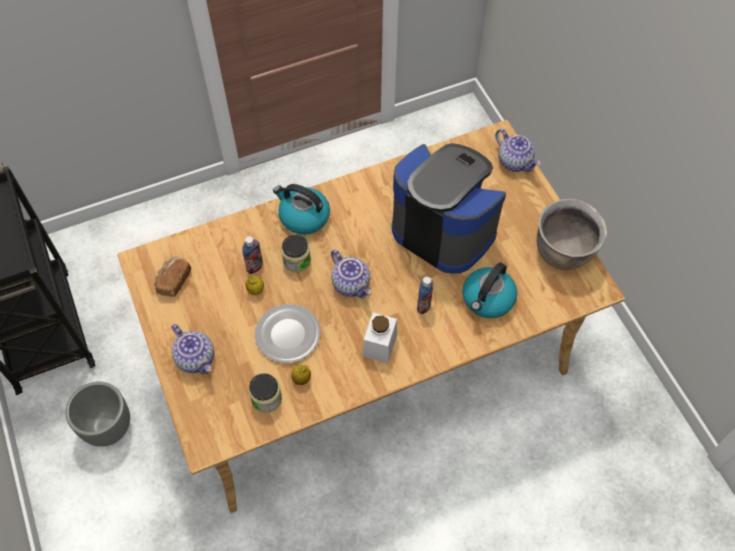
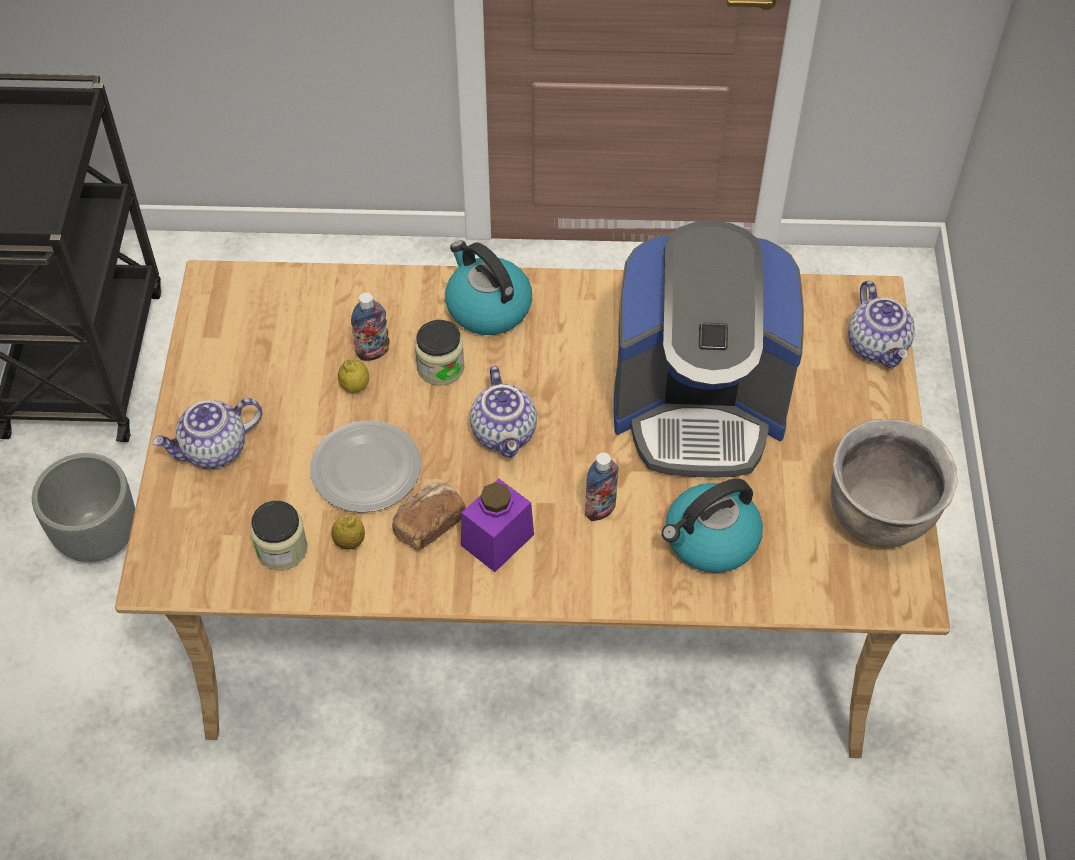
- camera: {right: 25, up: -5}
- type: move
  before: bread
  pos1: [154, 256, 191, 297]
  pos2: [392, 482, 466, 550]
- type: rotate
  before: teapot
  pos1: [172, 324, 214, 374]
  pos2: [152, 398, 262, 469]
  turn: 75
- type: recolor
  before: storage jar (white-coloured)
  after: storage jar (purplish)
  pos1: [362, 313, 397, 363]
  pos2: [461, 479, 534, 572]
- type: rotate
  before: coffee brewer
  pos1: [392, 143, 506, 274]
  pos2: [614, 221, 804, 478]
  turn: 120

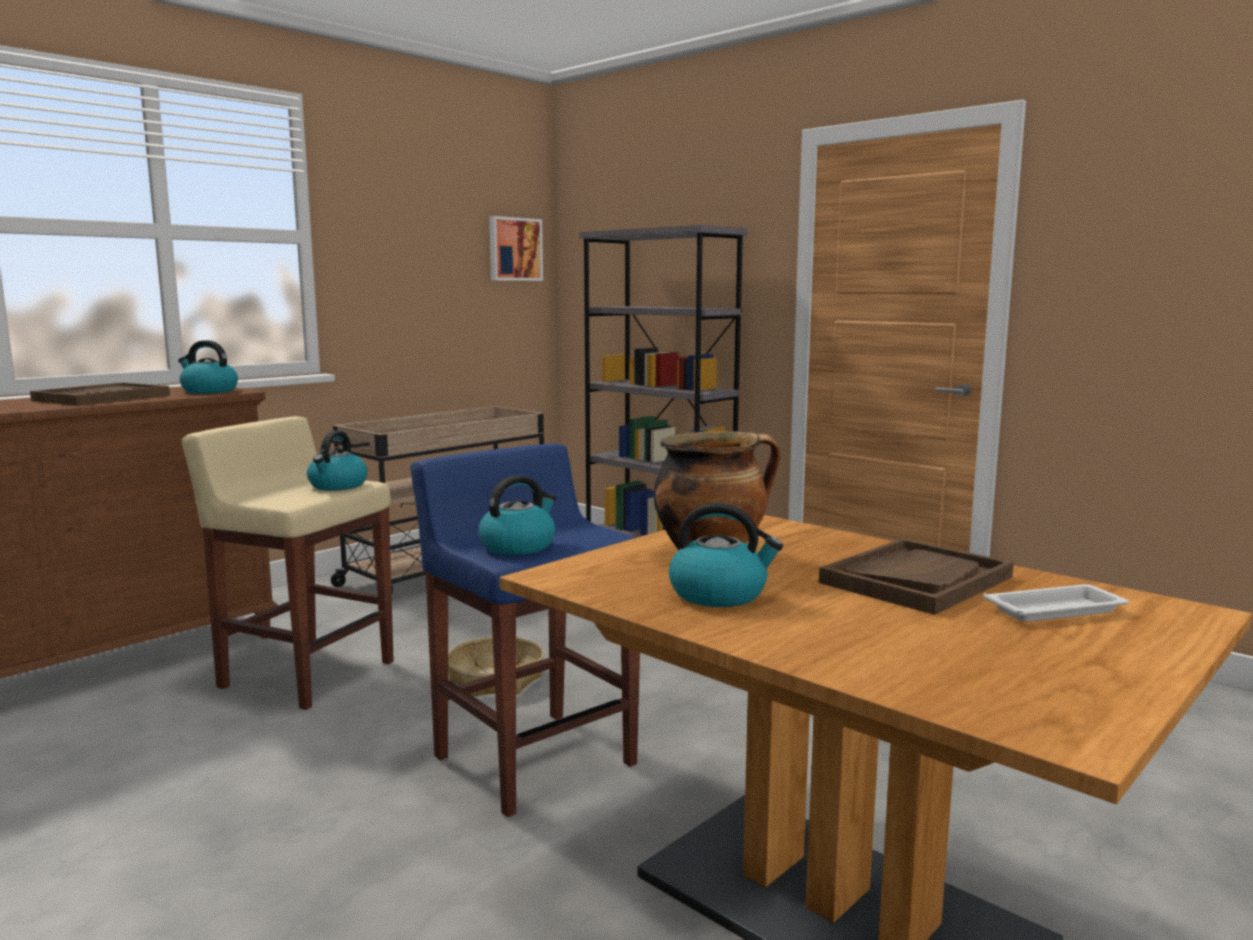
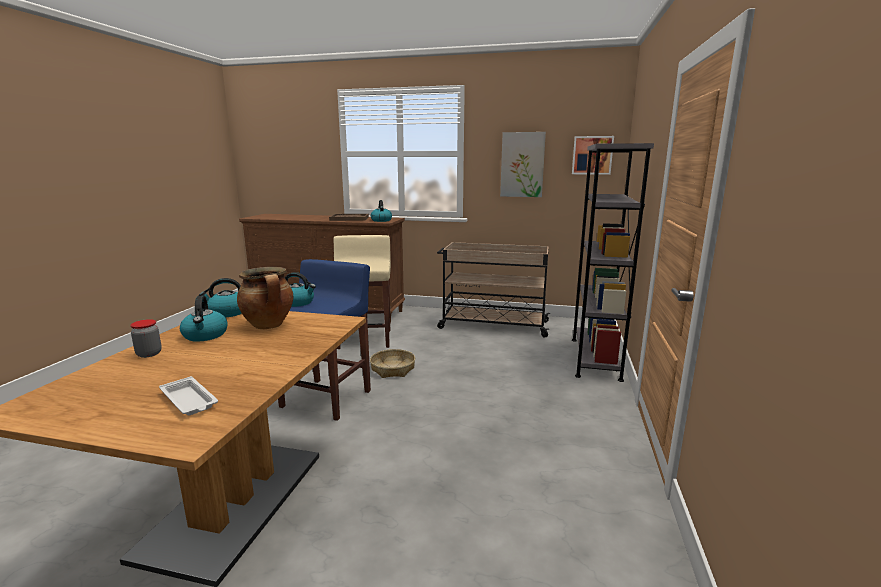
- camera: {right: 60, up: 5}
- type: move
  before: kettle
  pos1: [307, 431, 368, 491]
  pos2: [199, 278, 242, 317]
- type: delete
  before: serving tray (brownish)
  pos1: [819, 538, 1014, 615]
- type: insert
  after: storage jar
  pos2: [130, 319, 162, 358]
- type: insert
  after: wall picture
  pos2: [500, 132, 546, 197]

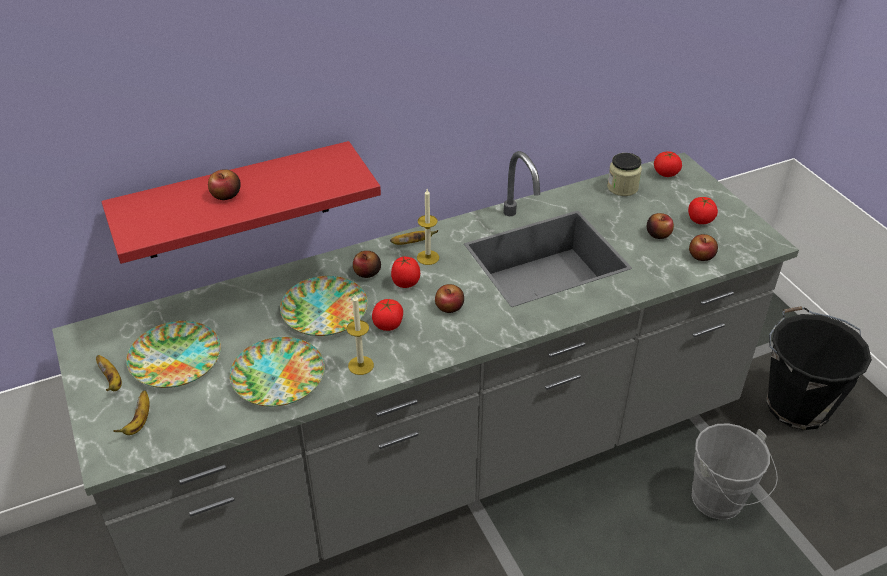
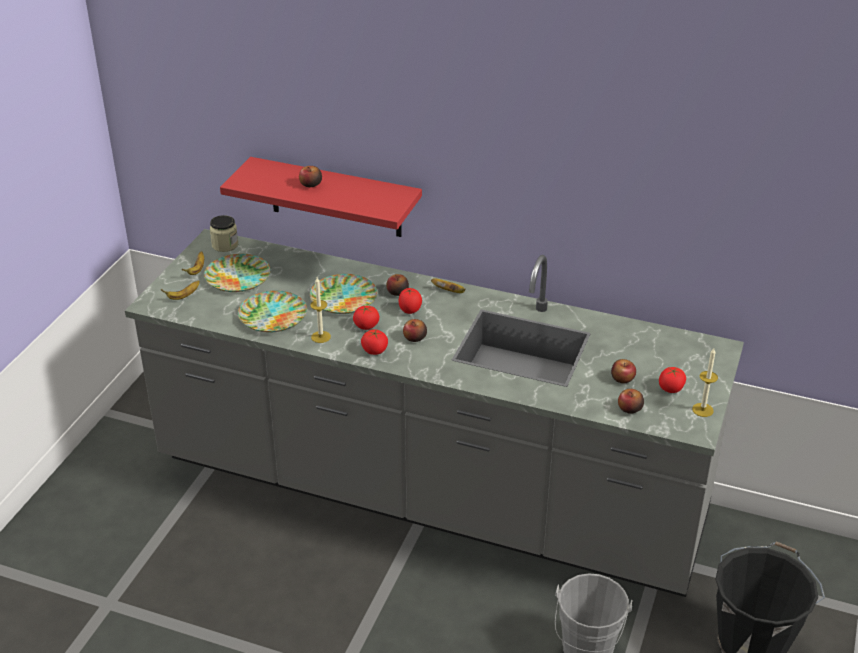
- camera: {right: 45, up: -5}
- type: move
  before: wax light
  pos1: [417, 189, 439, 265]
  pos2: [692, 348, 718, 417]
- type: move
  before: storage jar
  pos1: [607, 153, 642, 196]
  pos2: [210, 215, 238, 252]
- type: move
  before: tomato
  pos1: [654, 151, 682, 177]
  pos2: [361, 329, 388, 355]

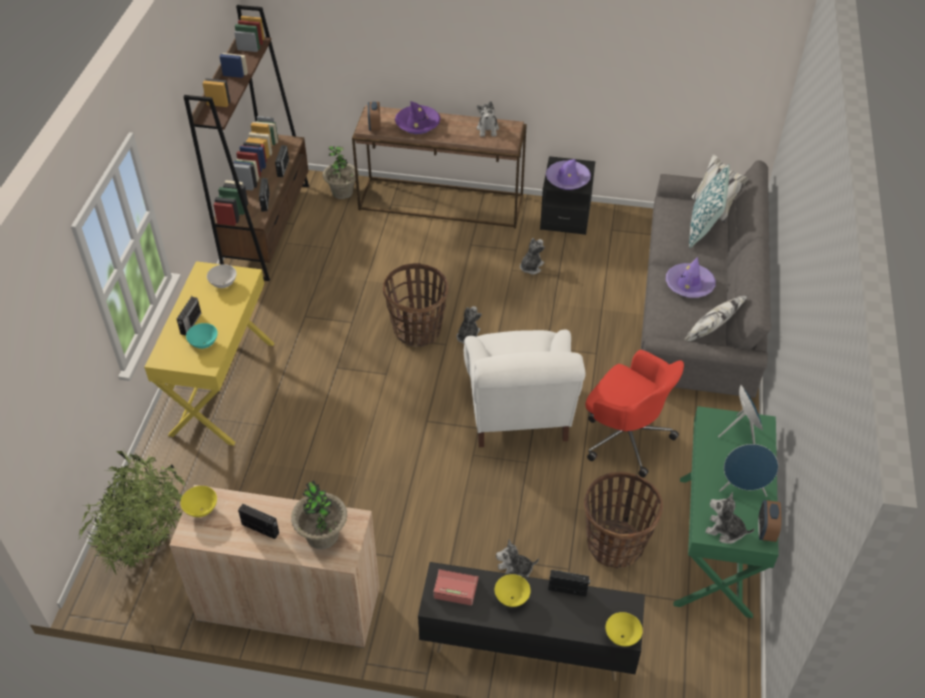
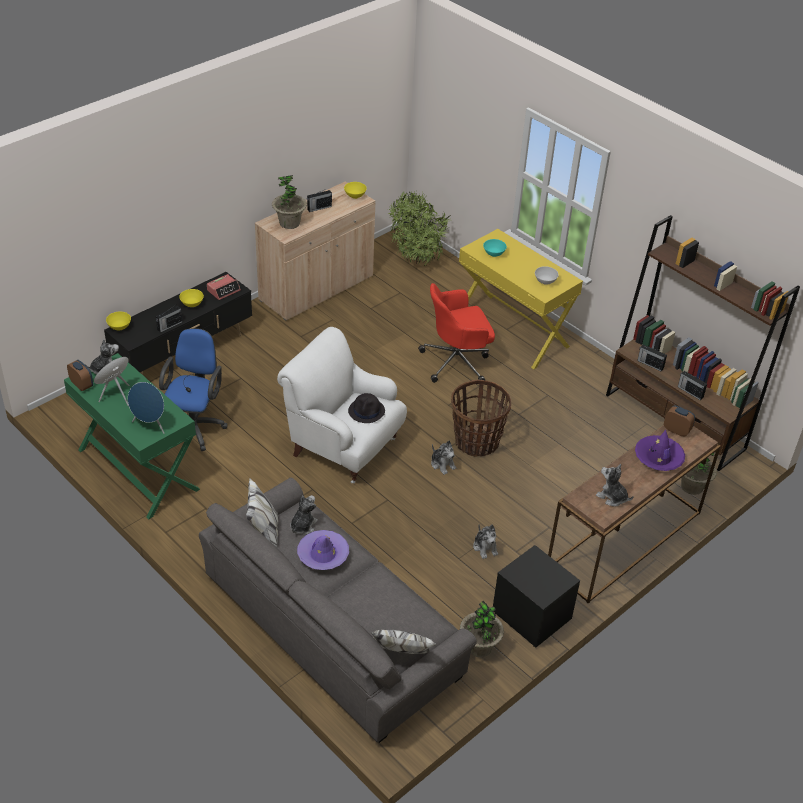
- camera: {right: 125, up: -5}
- type: delete
  before: radio receiver
  pos1: [177, 296, 201, 336]
- type: move
  before: plush toy
  pos1: [496, 539, 539, 577]
  pos2: [290, 495, 318, 535]
- type: delete
  before: wearable hat (purplish)
  pos1: [546, 159, 591, 190]
- type: replace
  before: household basket
  after: computer chair (blue)
  pos1: [584, 472, 663, 569]
  pos2: [159, 328, 227, 451]
- type: move
  before: computer chair (red-coloured)
  pos1: [586, 350, 684, 477]
  pos2: [418, 283, 495, 383]
- type: delete
  before: pillow
  pos1: [689, 164, 730, 248]
- type: insert
  after: wearable hat (black-coloured)
  pos2: [348, 393, 385, 423]
- type: insert
  after: potted plant
  pos2: [460, 601, 504, 657]

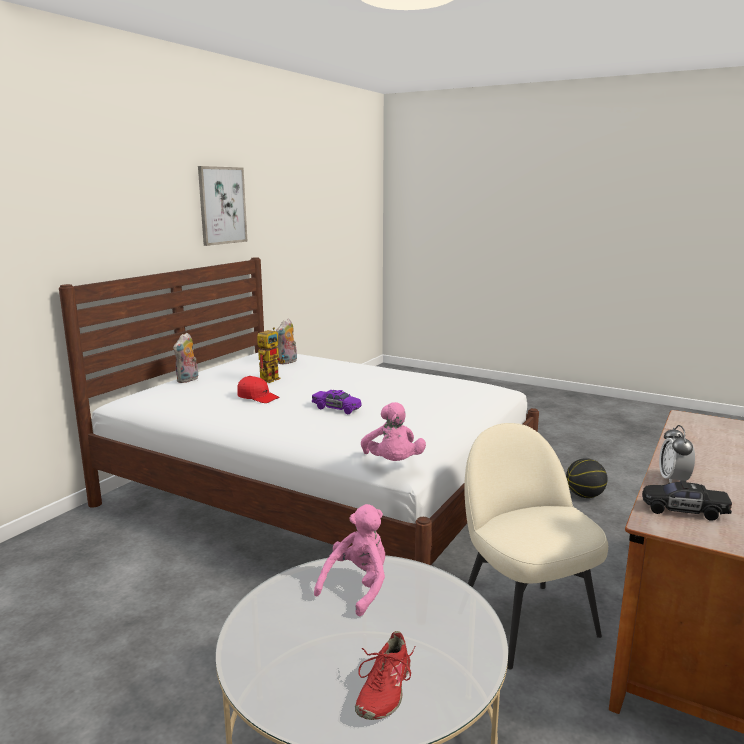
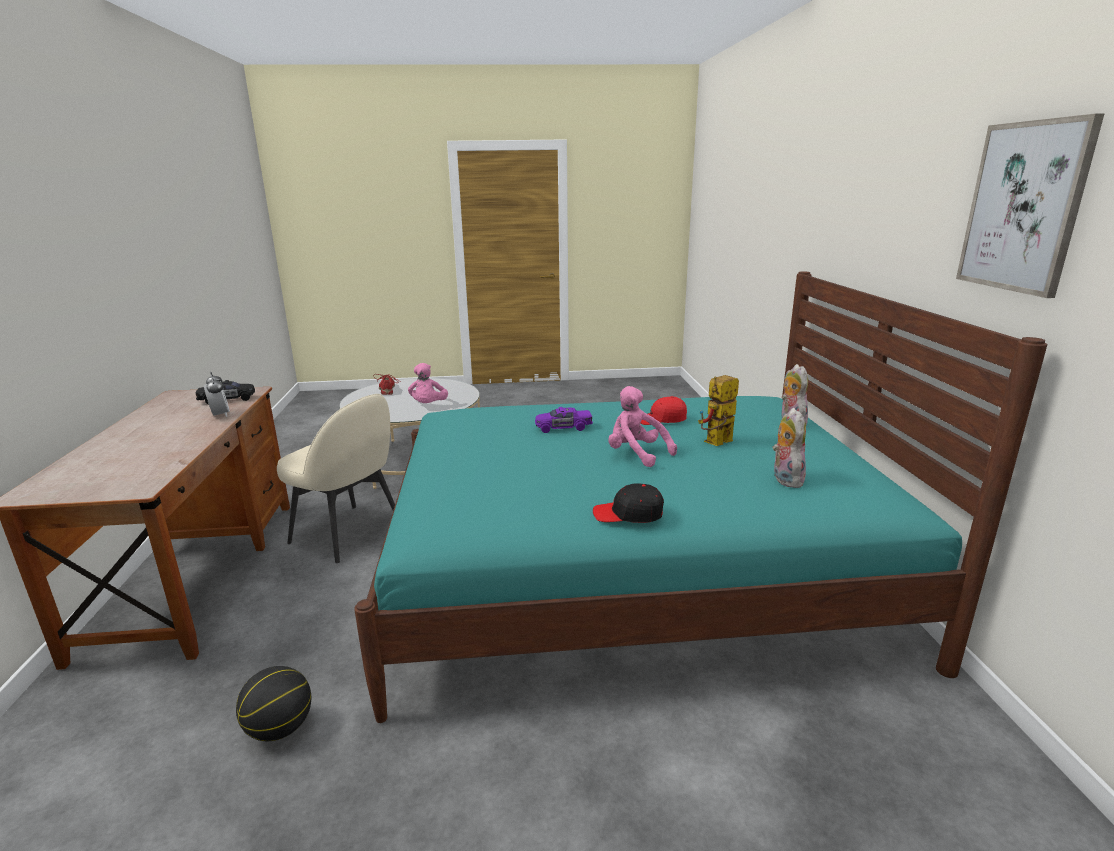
- camera: {right: 145, up: 5}
- type: recolor
  before: bedroom bed (white-coloured)
  after: bedroom bed (blue-green)
  pos1: [59, 257, 539, 565]
  pos2: [354, 271, 1047, 723]
- type: rotate
  before: robot figure
  pos1: [257, 327, 285, 383]
  pos2: [698, 375, 739, 446]
  turn: 60
- type: move
  before: plush toy (pink-coloured)
  pos1: [361, 402, 426, 461]
  pos2: [608, 386, 677, 467]
- type: insert
  after: cap (black-coloured)
  pos2: [593, 483, 664, 523]

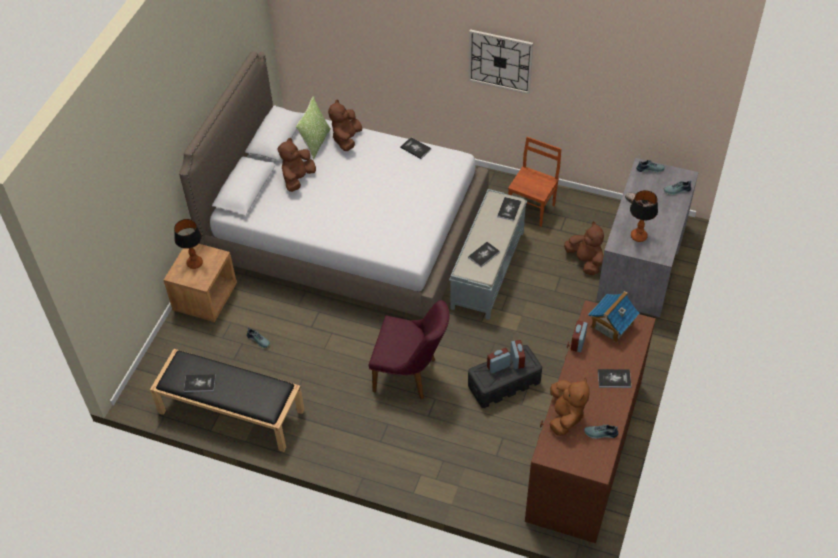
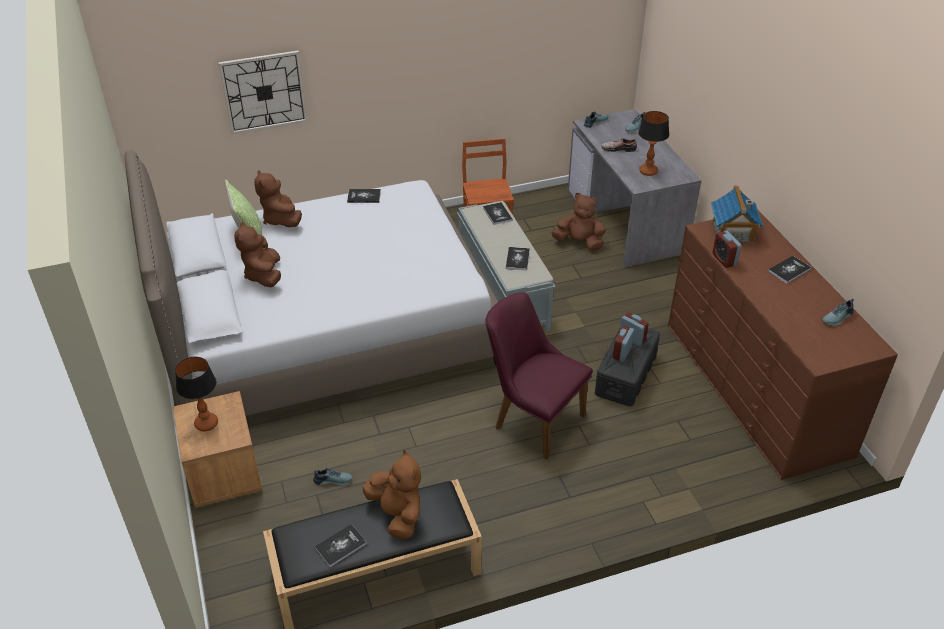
- camera: {right: -40, up: -10}
- type: rotate
  before: plain chair (purplish)
  pos1: [369, 300, 450, 400]
  pos2: [486, 292, 593, 459]
  turn: -120
- type: move
  before: clock on the wall
  pos1: [468, 29, 533, 94]
  pos2: [218, 51, 308, 134]
- type: move
  before: plush toy (brownish)
  pos1: [549, 377, 590, 436]
  pos2: [363, 450, 421, 540]

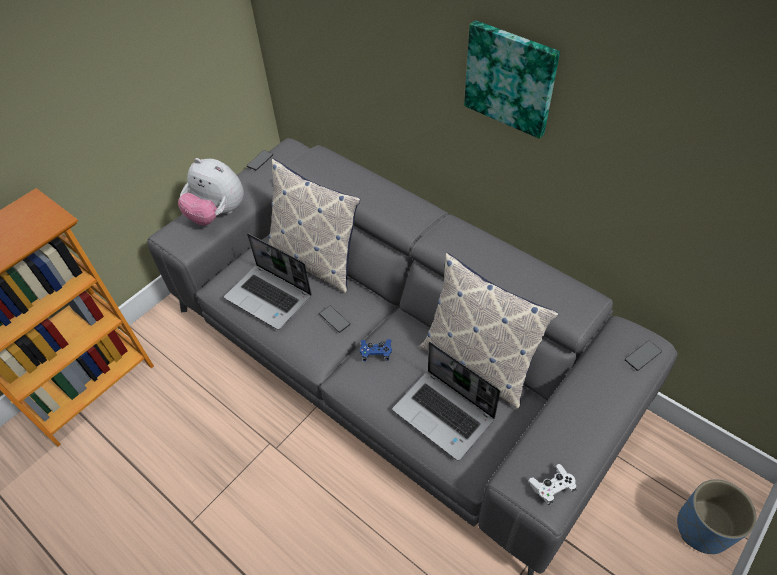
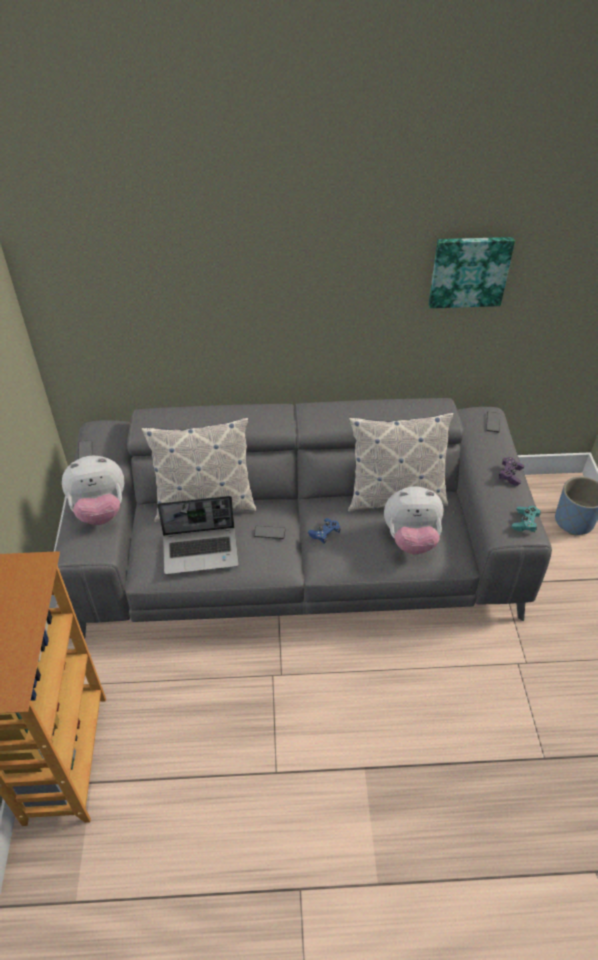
- camera: {right: -45, up: -5}
- type: replace
  before: laptop
  after: plush toy
  pos1: [393, 342, 501, 461]
  pos2: [384, 486, 443, 555]
- type: move
  before: wall picture
  pos1: [464, 20, 560, 139]
  pos2: [429, 237, 515, 308]
- type: recolor
  before: game controller (white-coloured)
  after: game controller (blue-green)
  pos1: [528, 464, 576, 505]
  pos2: [512, 506, 541, 532]
- type: insert
  after: game controller (purplish)
  pos2: [499, 457, 524, 486]

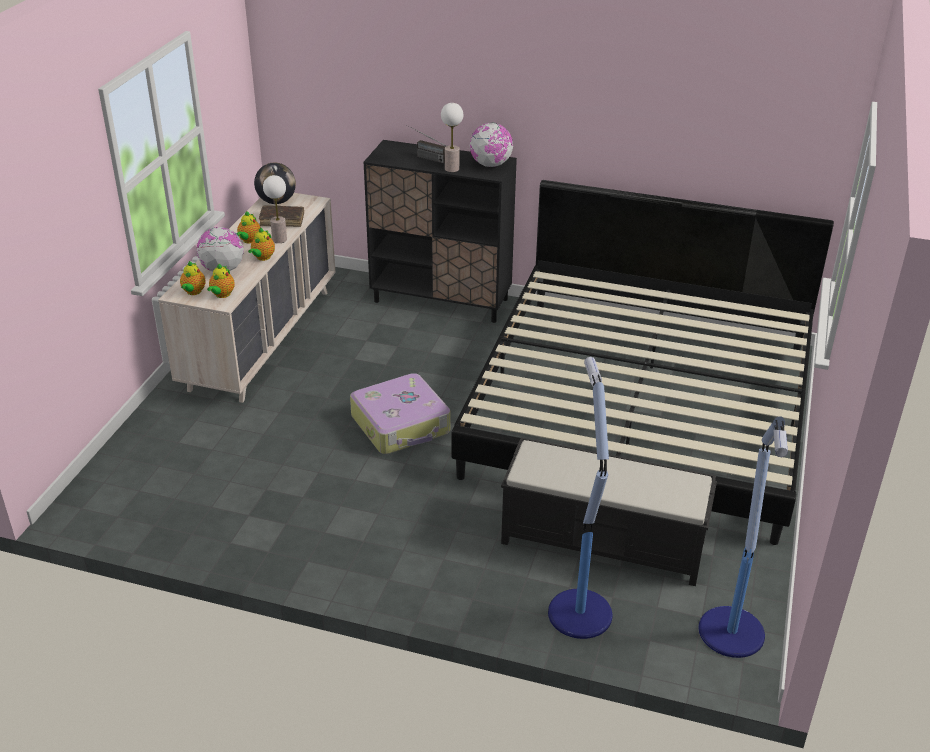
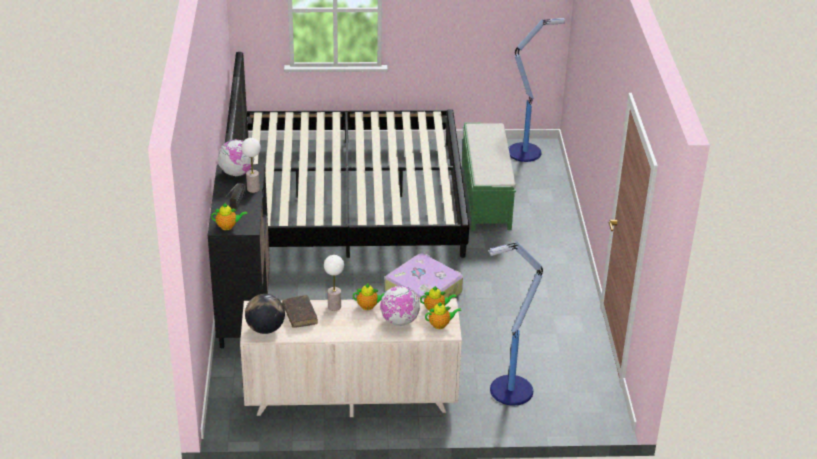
- camera: {right: -110, up: 0}
- type: move
  before: teapot
  pos1: [236, 211, 260, 243]
  pos2: [211, 203, 247, 230]
- type: recolor
  before: bench (black-coloured)
  after: bench (green-coloured)
  pos1: [501, 437, 717, 586]
  pos2: [462, 122, 516, 231]
- type: move
  before: standard lamp
  pos1: [548, 357, 613, 639]
  pos2: [489, 241, 543, 406]

